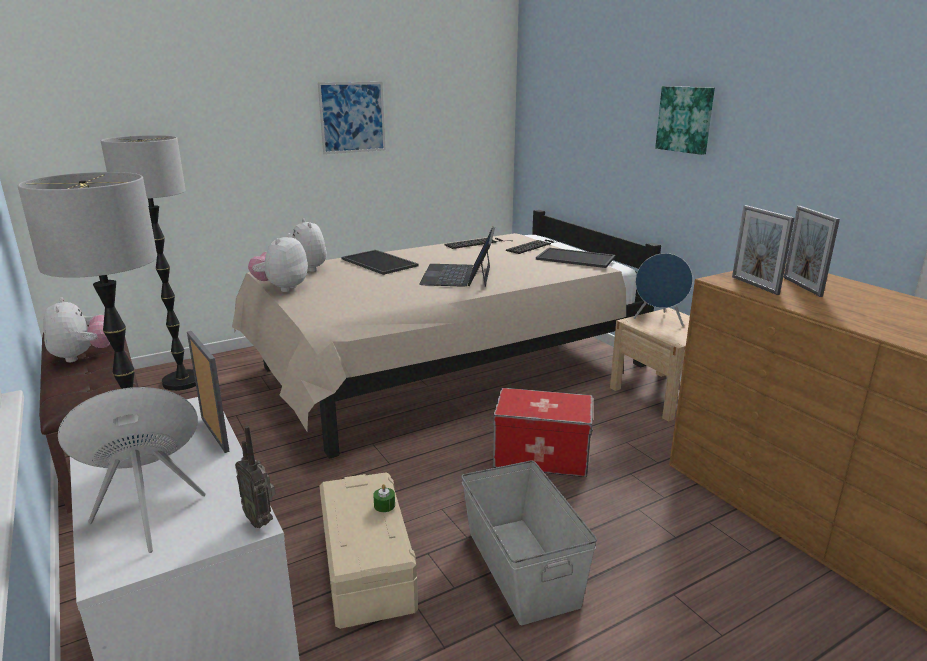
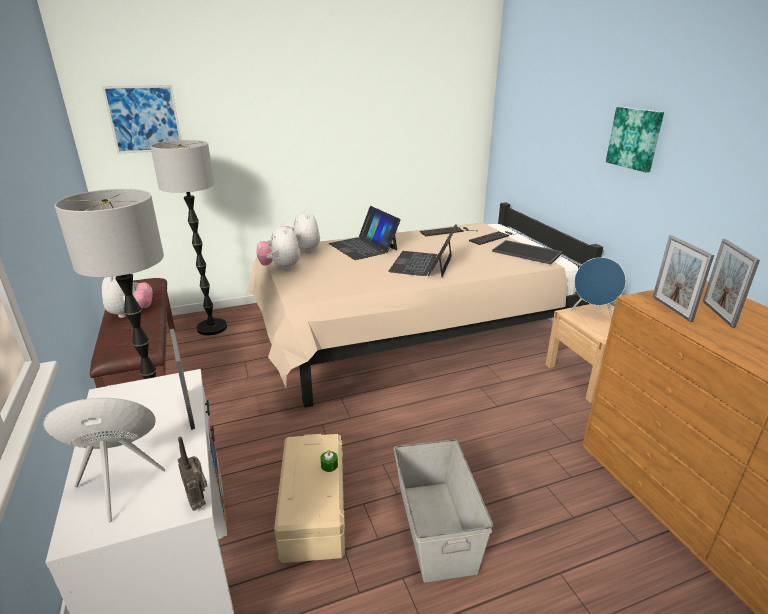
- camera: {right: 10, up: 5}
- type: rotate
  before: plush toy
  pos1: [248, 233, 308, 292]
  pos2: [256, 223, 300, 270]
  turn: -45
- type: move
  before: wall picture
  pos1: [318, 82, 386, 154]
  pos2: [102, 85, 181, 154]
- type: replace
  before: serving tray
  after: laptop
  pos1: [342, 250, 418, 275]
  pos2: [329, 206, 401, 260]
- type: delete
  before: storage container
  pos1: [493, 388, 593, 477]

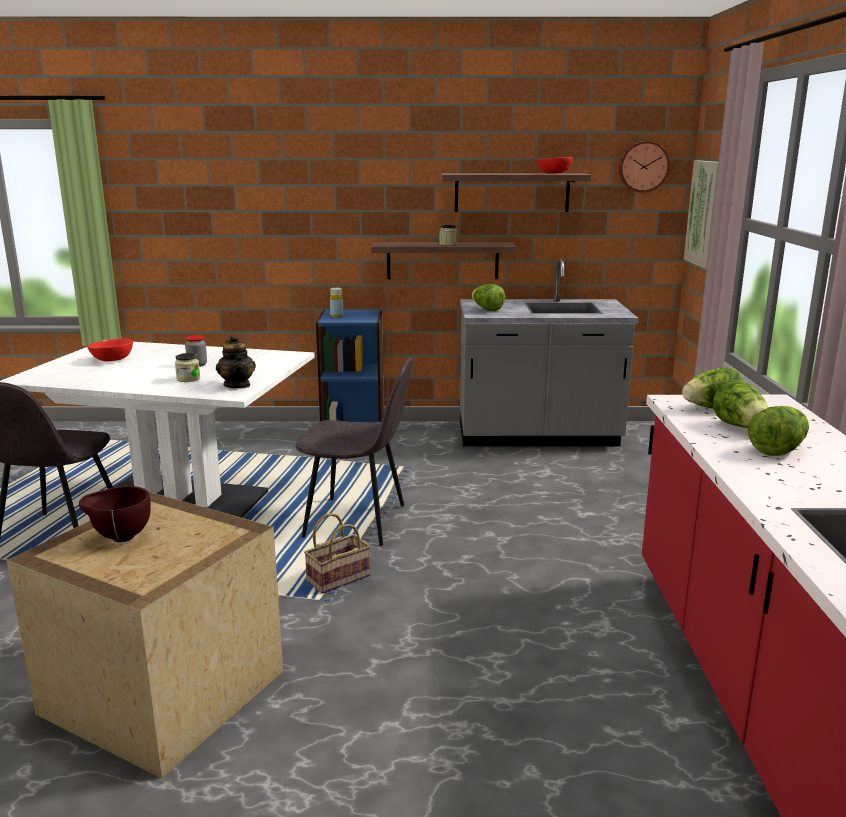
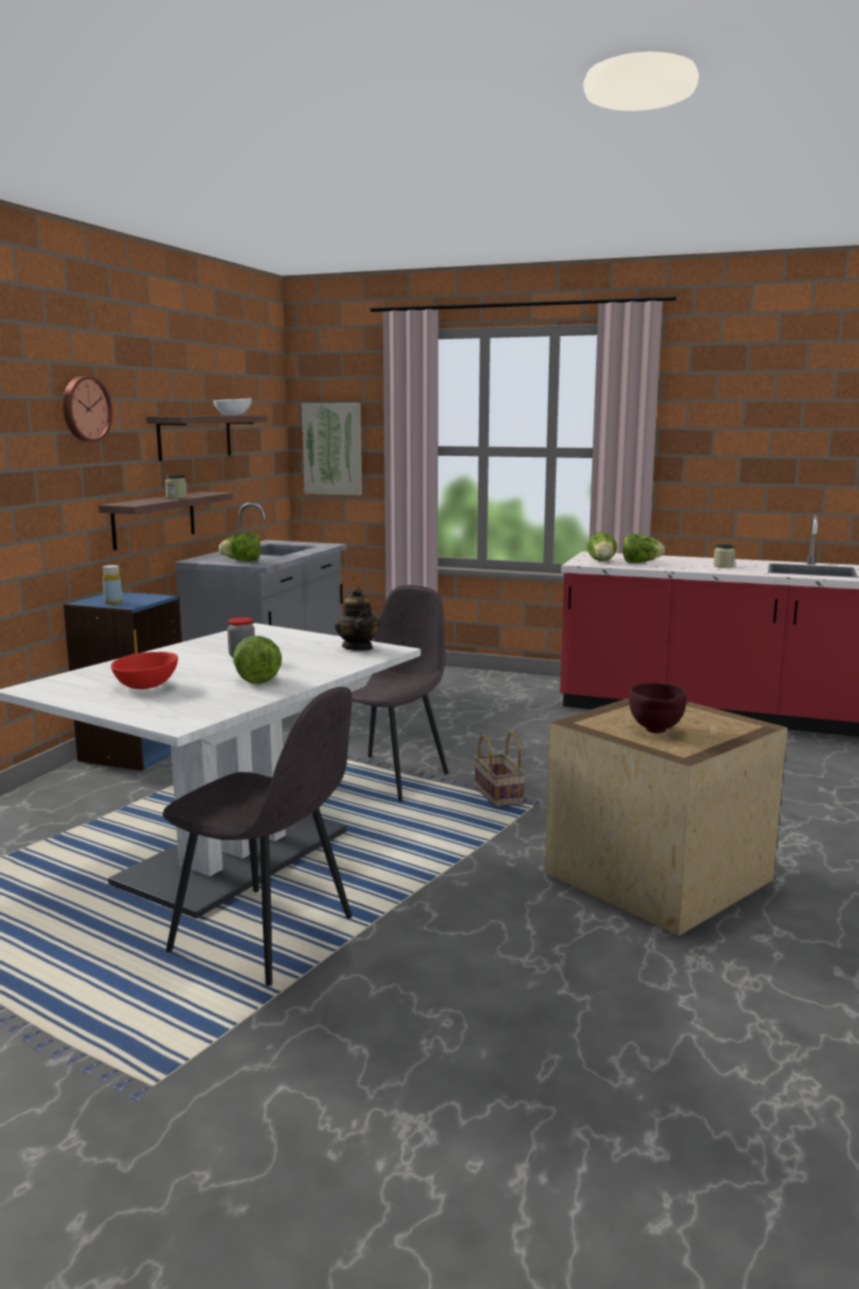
- camera: {right: -70, up: -5}
- type: move
  before: storage jar
  pos1: [175, 353, 200, 382]
  pos2: [713, 544, 735, 568]
- type: rotate
  before: teapot
  pos1: [216, 334, 256, 389]
  pos2: [335, 587, 380, 651]
  turn: 75
- type: recolor
  before: bowl (red-coloured)
  after: bowl (white-coloured)
  pos1: [536, 157, 573, 173]
  pos2: [214, 398, 252, 415]
- type: move
  before: clock on the wall
  pos1: [619, 141, 670, 193]
  pos2: [63, 376, 112, 442]
- type: move
  before: lettuce
  pos1: [748, 406, 809, 456]
  pos2: [233, 636, 282, 684]

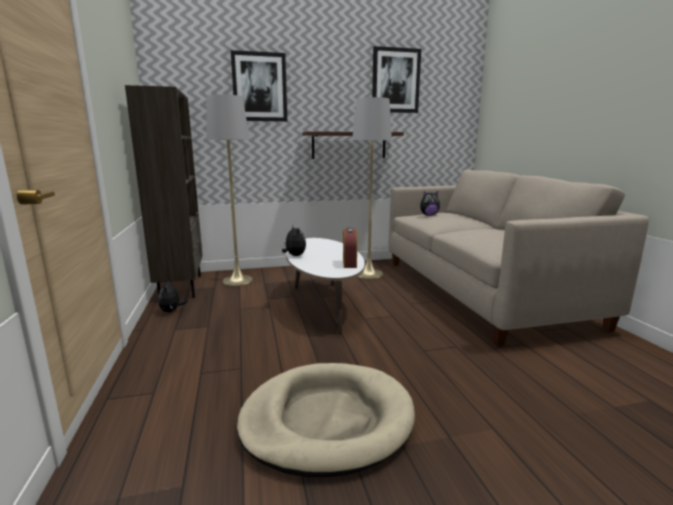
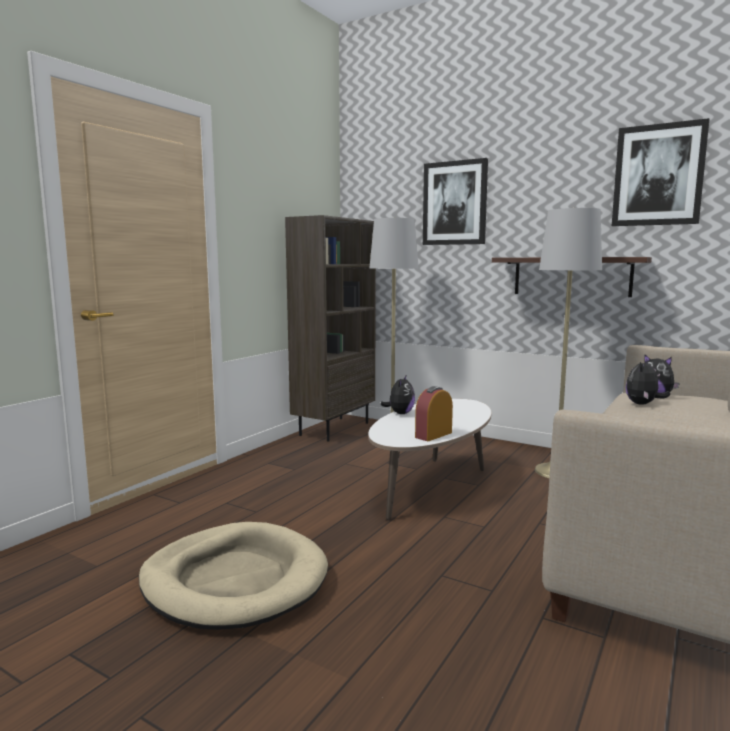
- camera: {right: 45, up: -5}
- type: move
  before: plush toy
  pos1: [158, 281, 187, 312]
  pos2: [626, 358, 670, 405]

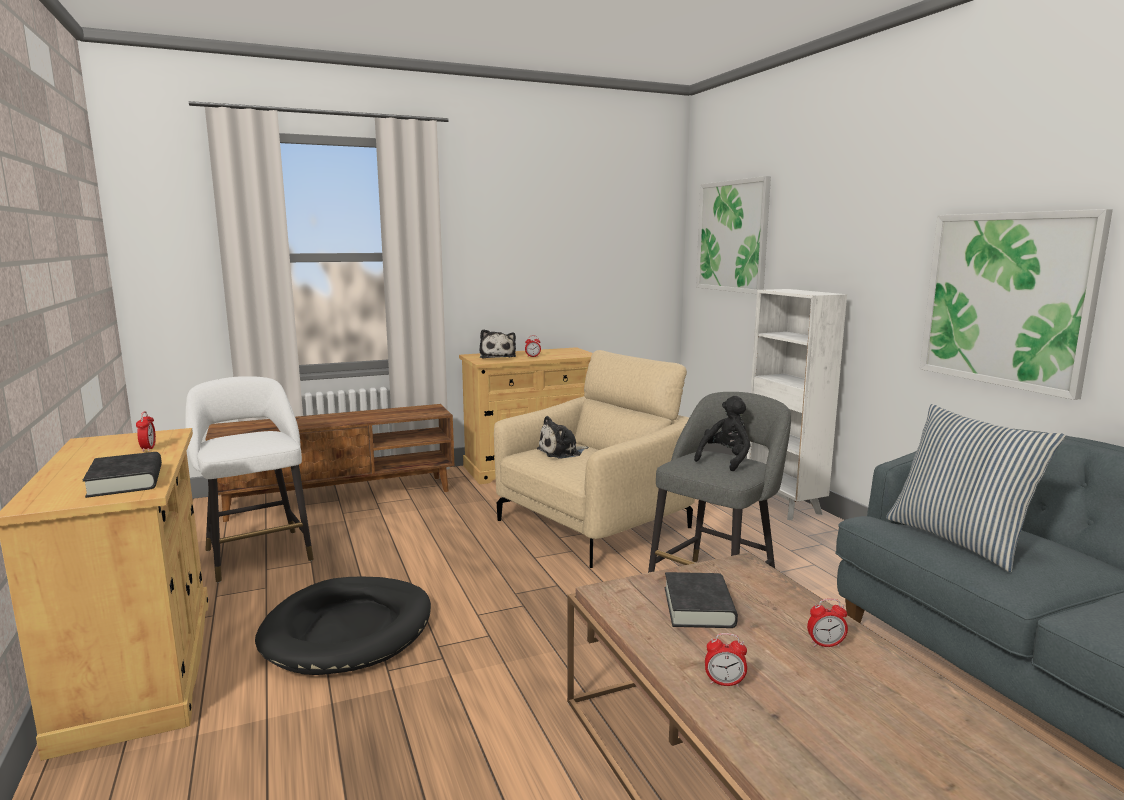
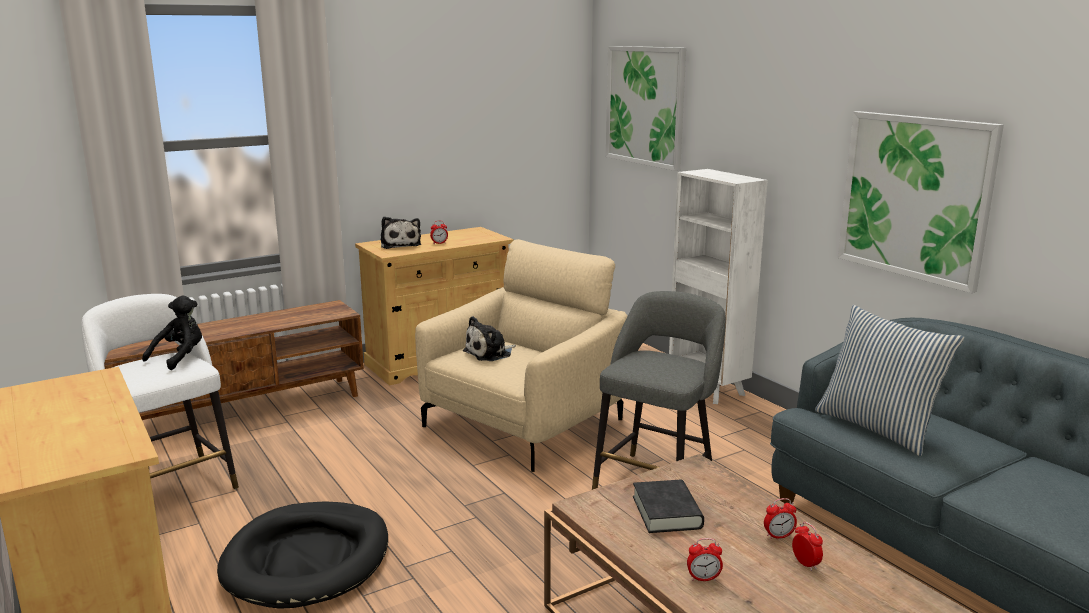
- camera: {right: -10, up: 5}
- type: delete
  before: bound book (black-coloured)
  pos1: [83, 452, 162, 498]
- type: move
  before: alarm clock
  pos1: [136, 411, 156, 452]
  pos2: [792, 522, 823, 571]
- type: move
  before: plush toy (black-coloured)
  pos1: [694, 396, 751, 471]
  pos2: [142, 296, 202, 370]

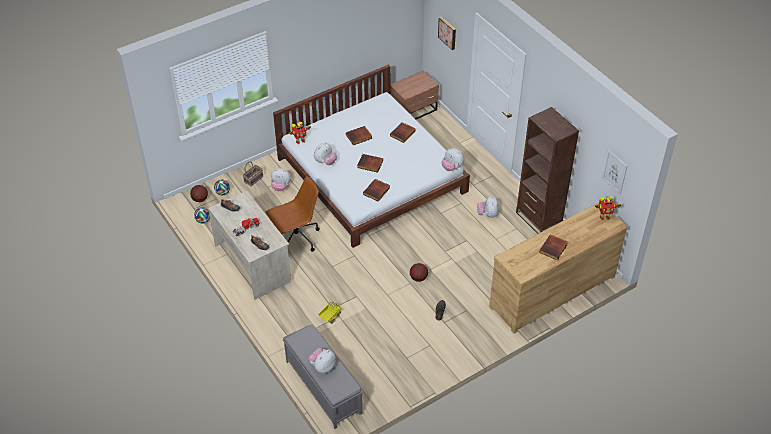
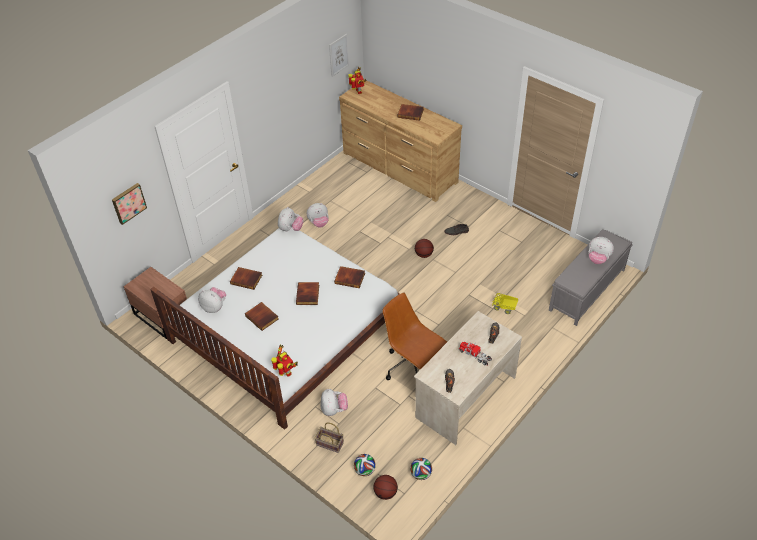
- camera: {right: -105, up: 0}
- type: move
  before: plush toy
  pos1: [314, 142, 337, 165]
  pos2: [198, 287, 226, 313]
- type: delete
  before: shelving unit (brownish)
  pos1: [516, 107, 579, 234]

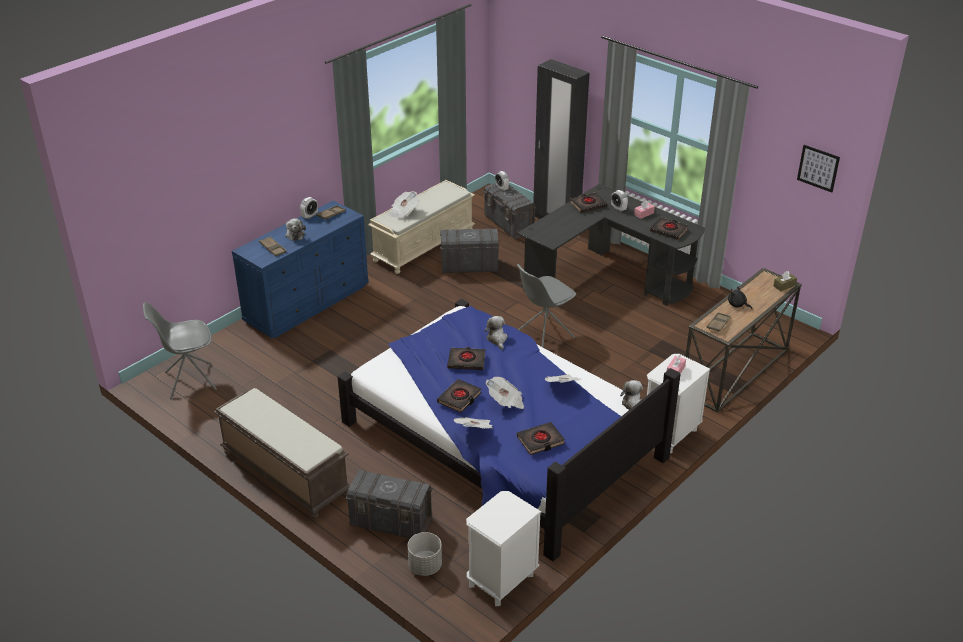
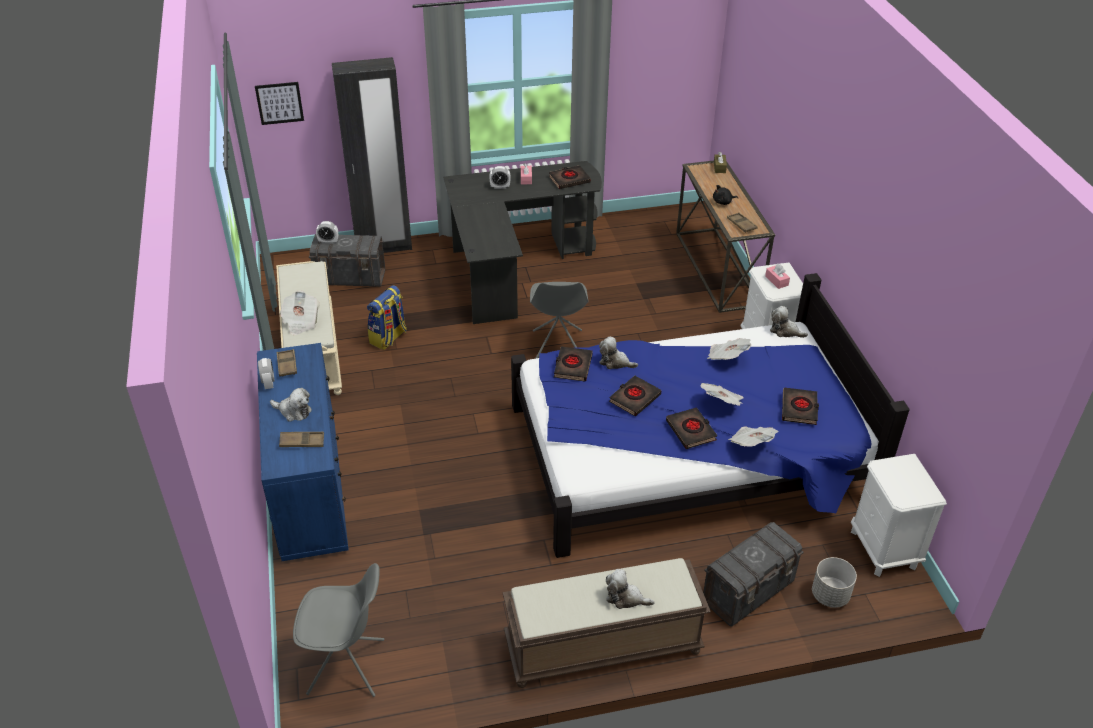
- camera: {right: -55, up: 5}
- type: rotate
  before: plain chair (gray)
  pos1: [143, 302, 217, 399]
  pos2: [293, 563, 385, 697]
  turn: -105
- type: replace
  before: storage container (gray)
  after: rucksack
  pos1: [440, 228, 500, 273]
  pos2: [367, 285, 407, 350]
- type: move
  before: bound book (black-coloured)
  pos1: [570, 192, 607, 213]
  pos2: [554, 347, 593, 381]
- type: move
  before: wall picture
  pos1: [797, 145, 840, 193]
  pos2: [255, 82, 304, 125]
- type: insert
  after: plush toy
  pos2: [606, 569, 655, 609]

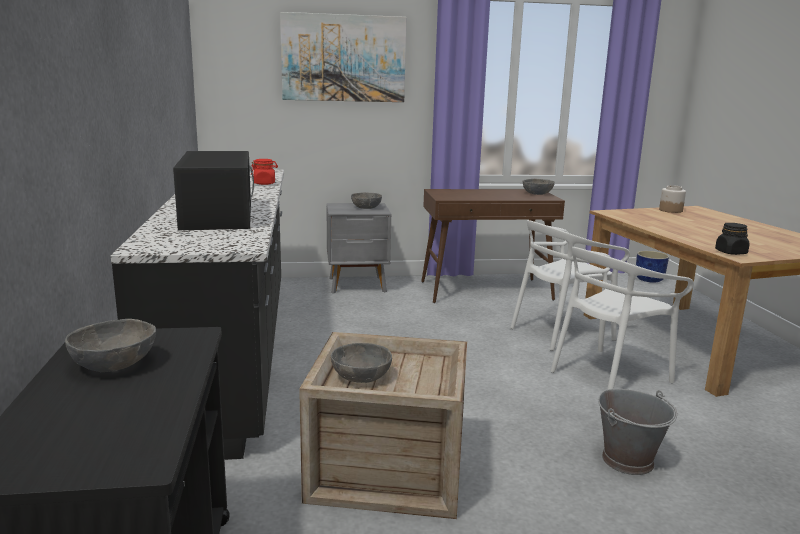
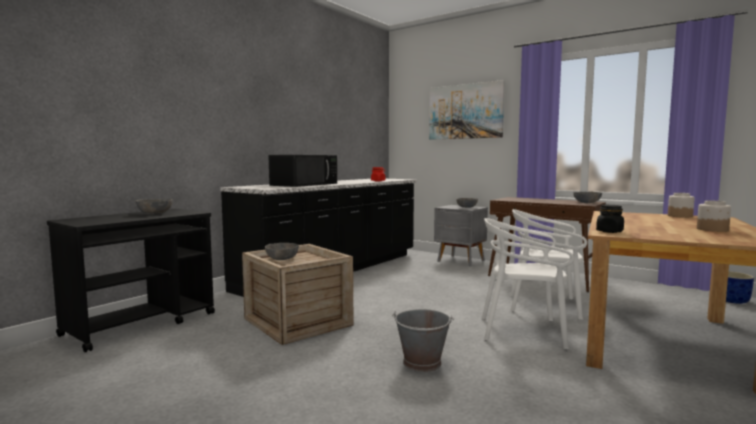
- camera: {right: 45, up: -10}
- type: insert
  after: storage jar
  pos2: [697, 200, 731, 232]

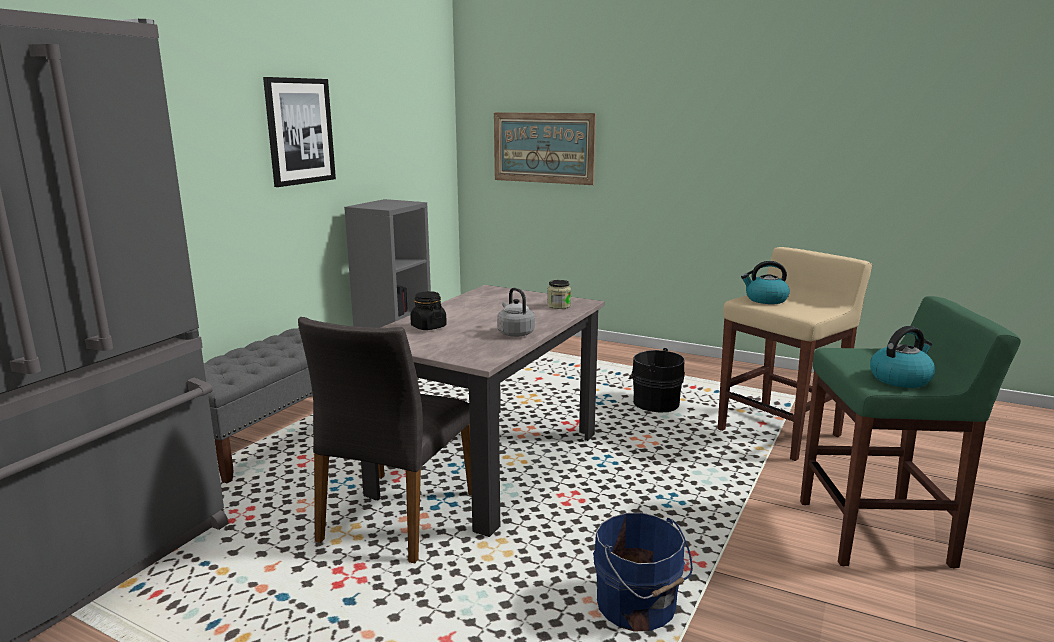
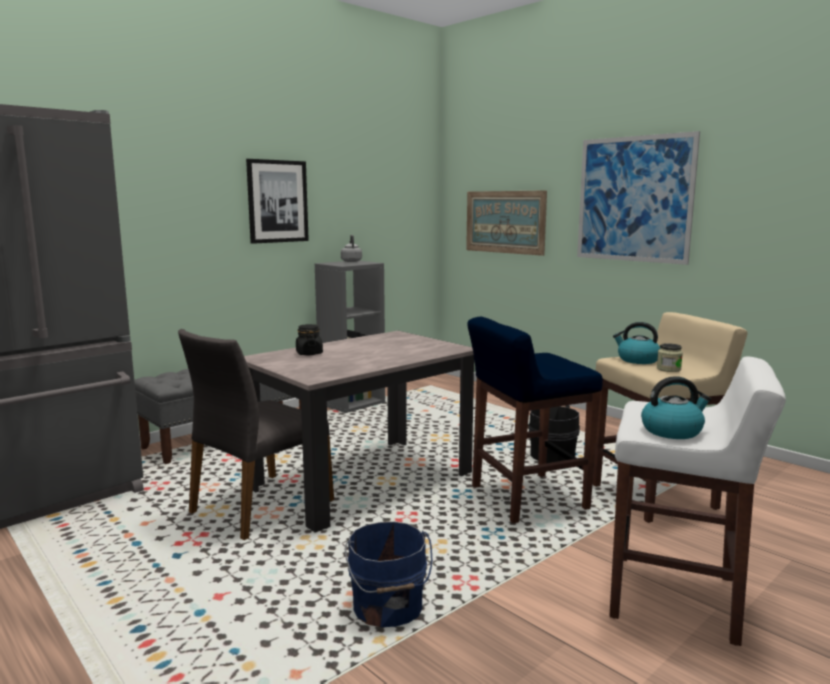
- camera: {right: 20, up: -5}
- type: move
  before: kettle (gray)
  pos1: [497, 288, 535, 337]
  pos2: [341, 235, 362, 262]
- type: move
  before: storage jar
  pos1: [547, 280, 571, 309]
  pos2: [657, 343, 683, 372]
- type: recolor
  before: sitting stool (green-coloured)
  after: sitting stool (white-coloured)
  pos1: [800, 296, 1021, 568]
  pos2: [610, 357, 786, 646]
- type: insert
  after: sitting stool (blue)
  pos2: [467, 317, 603, 523]
- type: insert
  after: wall picture
  pos2: [577, 131, 700, 265]

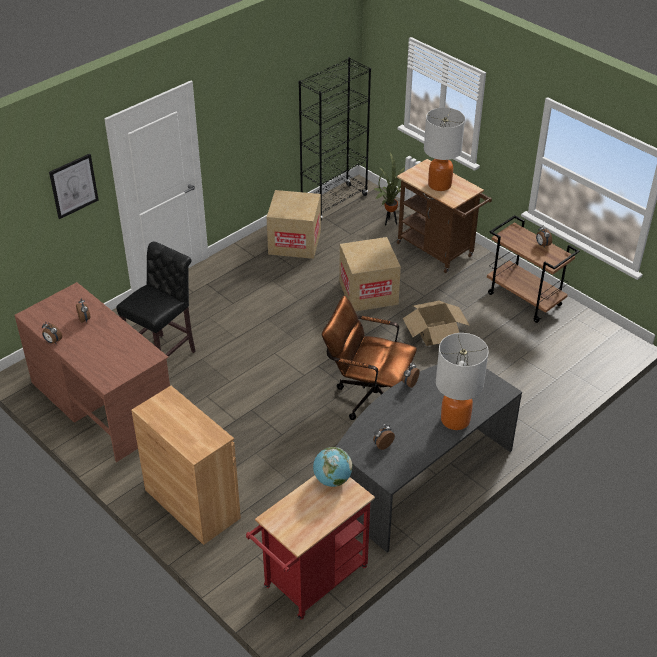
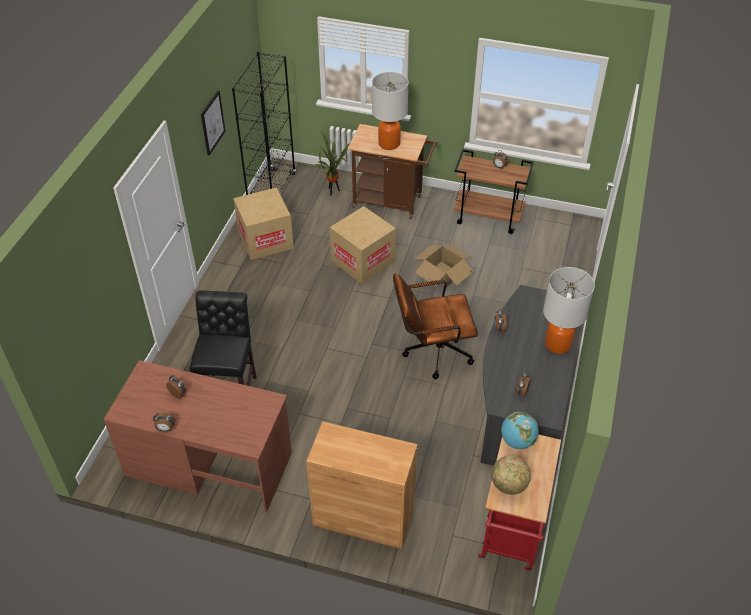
- camera: {right: -30, up: 5}
- type: move
  before: wall picture
  pos1: [49, 154, 99, 219]
  pos2: [201, 90, 226, 156]
- type: insert
  after: world globe
  pos2: [491, 455, 531, 495]

